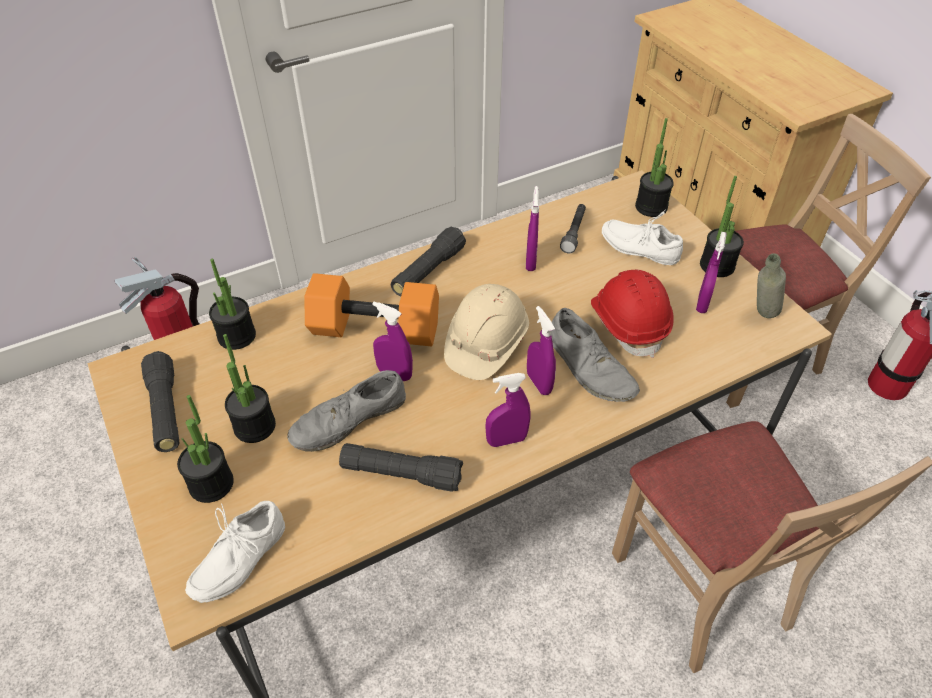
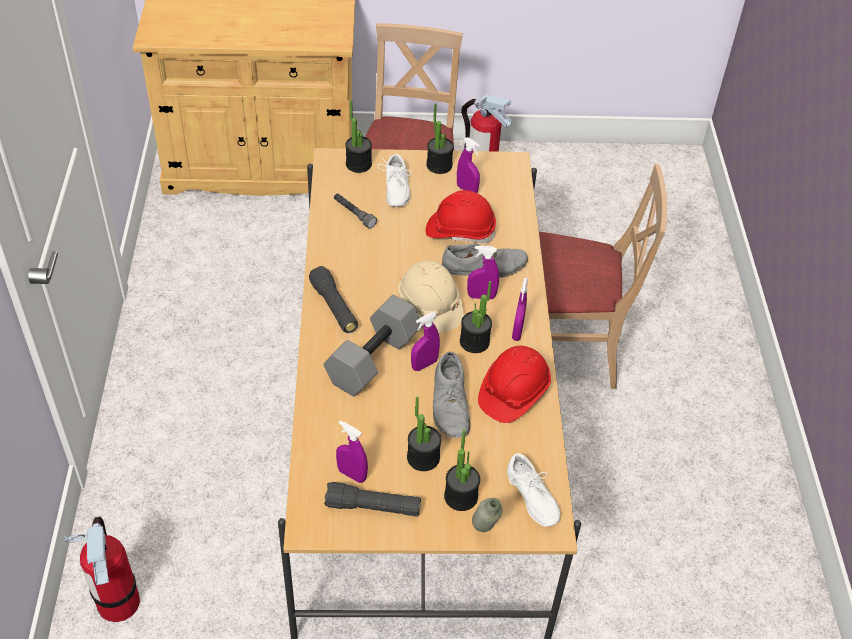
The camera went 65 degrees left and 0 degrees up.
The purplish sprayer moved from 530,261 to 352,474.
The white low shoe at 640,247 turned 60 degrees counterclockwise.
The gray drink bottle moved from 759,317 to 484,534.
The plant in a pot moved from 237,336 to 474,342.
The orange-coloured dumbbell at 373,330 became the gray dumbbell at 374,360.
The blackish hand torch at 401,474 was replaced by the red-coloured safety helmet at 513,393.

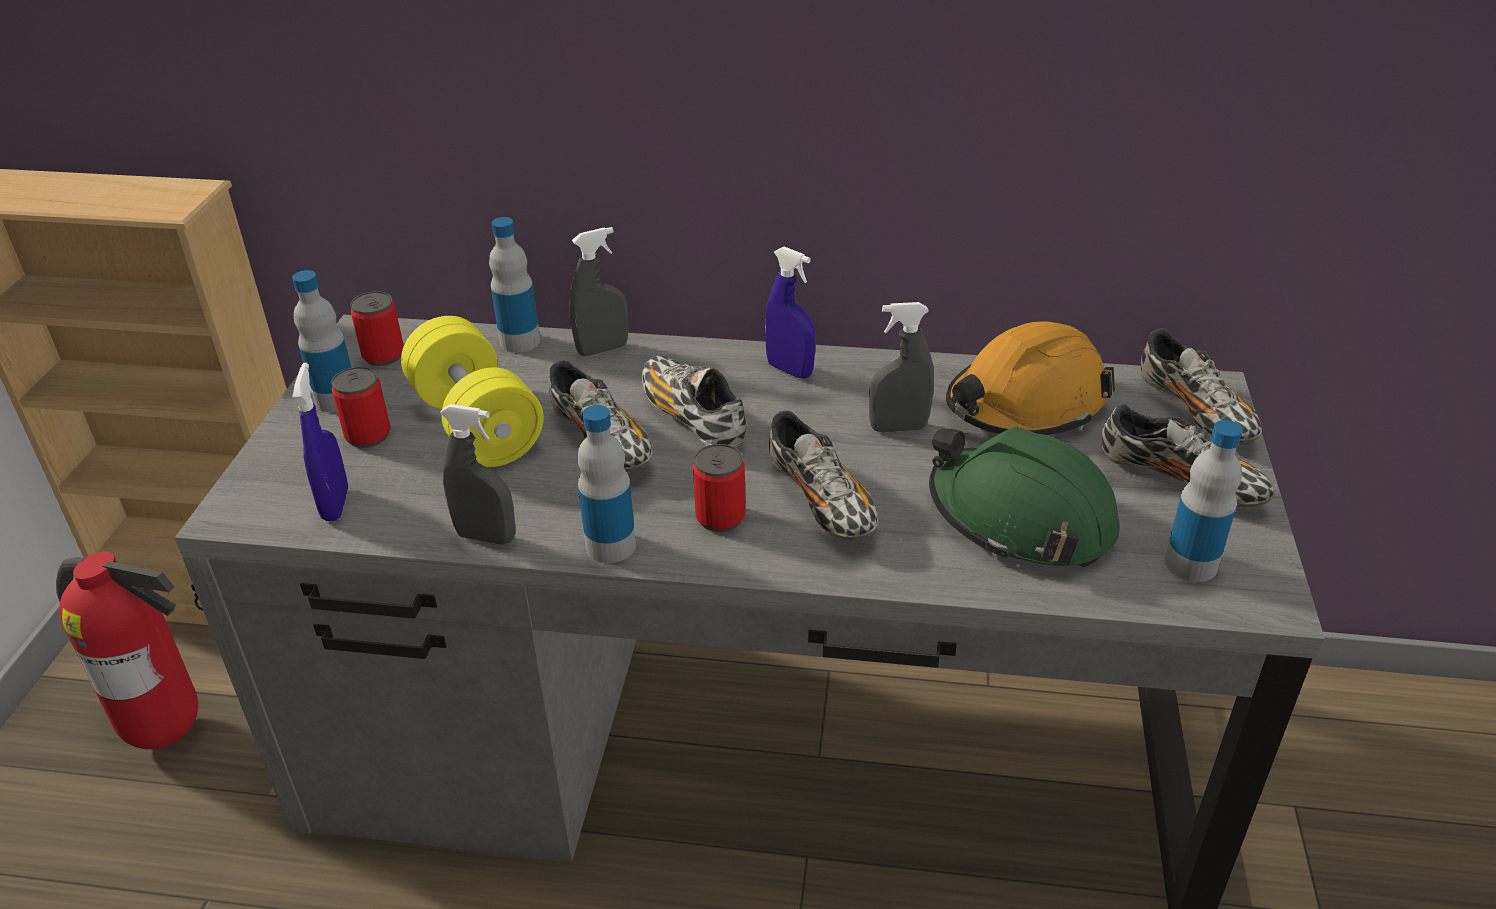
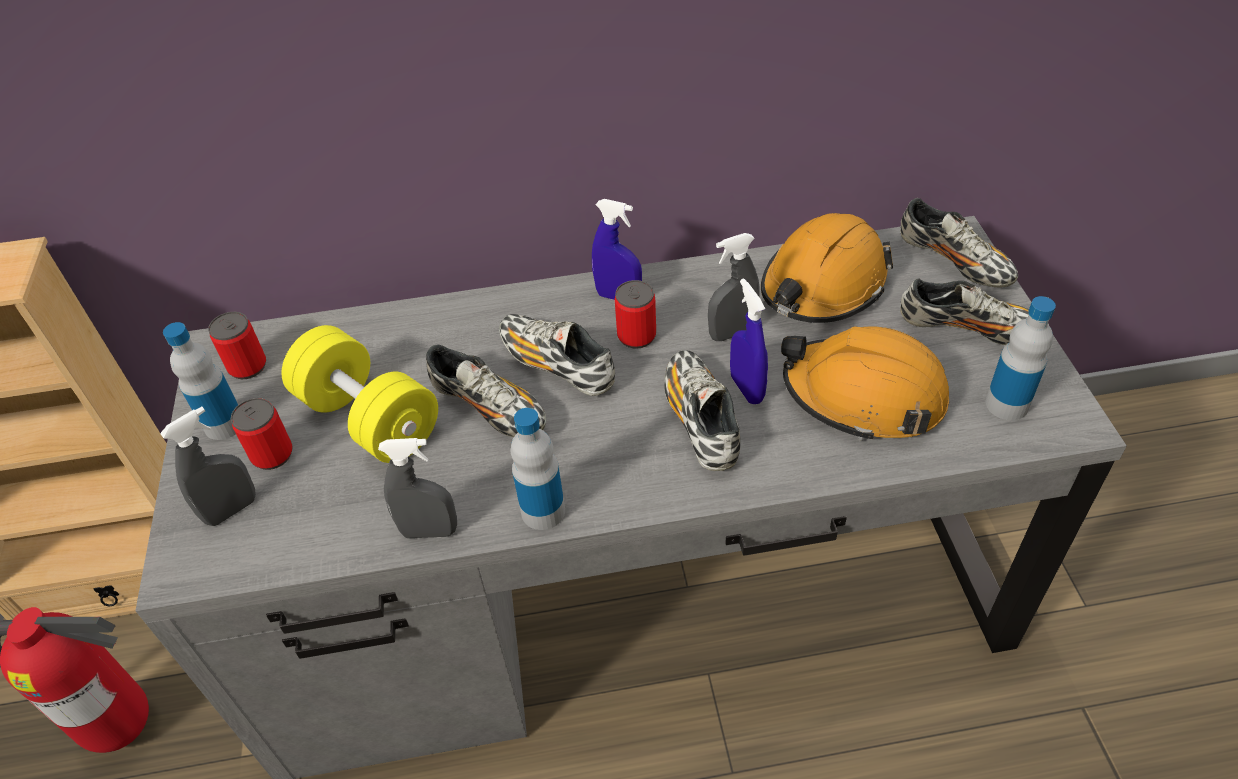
The camera went 15 degrees left and 10 degrees up.
The drink bottle at 520,341 disappeared.
The gray sprayer moved from 602,349 to 231,510.
The blue sprayer moved from 335,504 to 746,389.
The low shoe at 822,501 turned 150 degrees counterclockwise.
The green safety helmet at 1020,518 became the orange-coloured safety helmet at 863,396.
The can moved from 720,517 to 636,336.

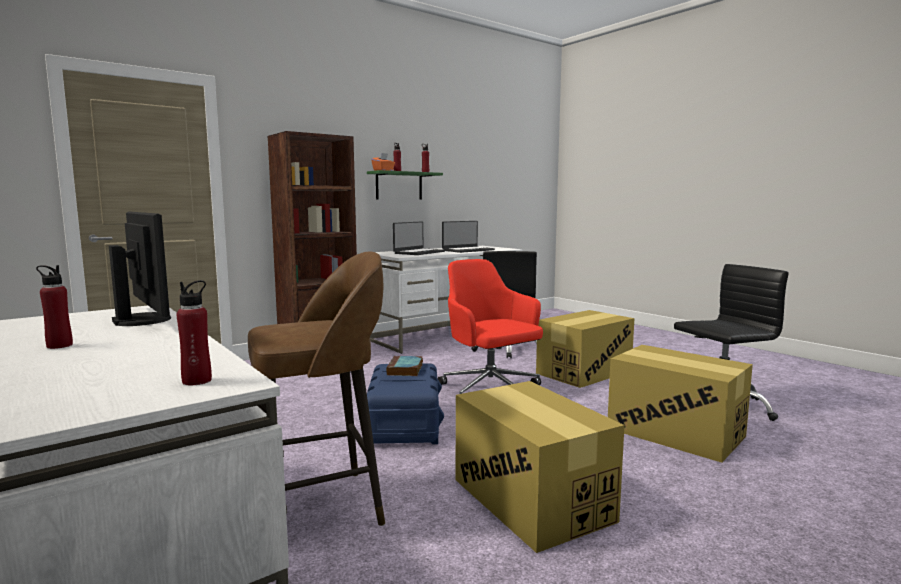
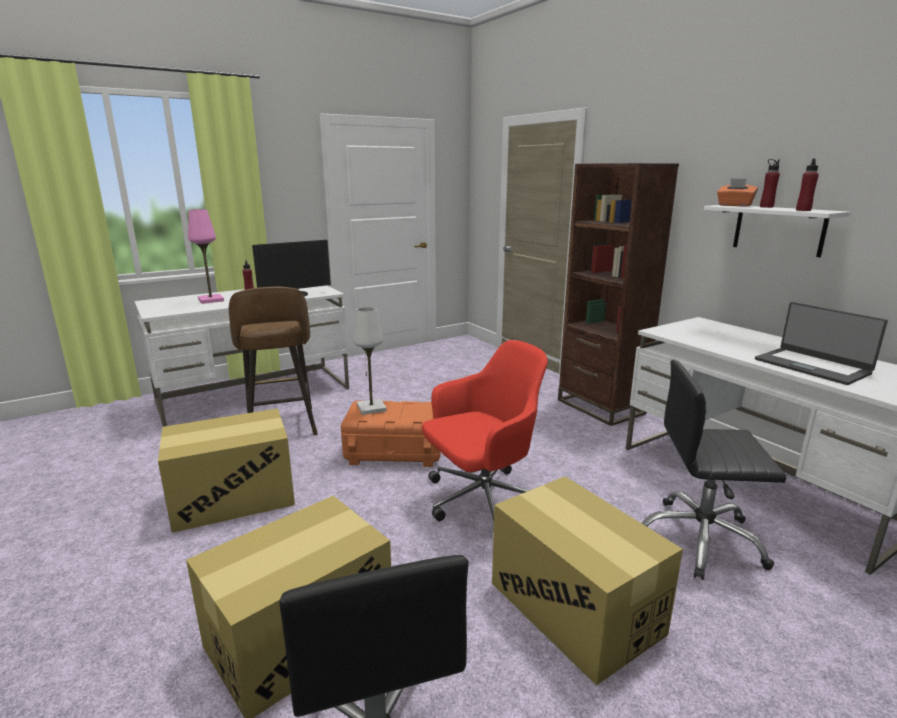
The camera went 95 degrees right and 10 degrees up.
The green shelf at 399,186 became the white shelf at 778,230.
The portable computer at 419,252 disappeared.
The red-coloured drink bottle at 197,381 disappeared.
The bound book at 405,370 disappeared.
The blue storage bin at 405,425 became the orange-coloured storage bin at 394,451.
The pink table lamp at 211,300 appeared.
The white table lamp at 371,408 appeared.

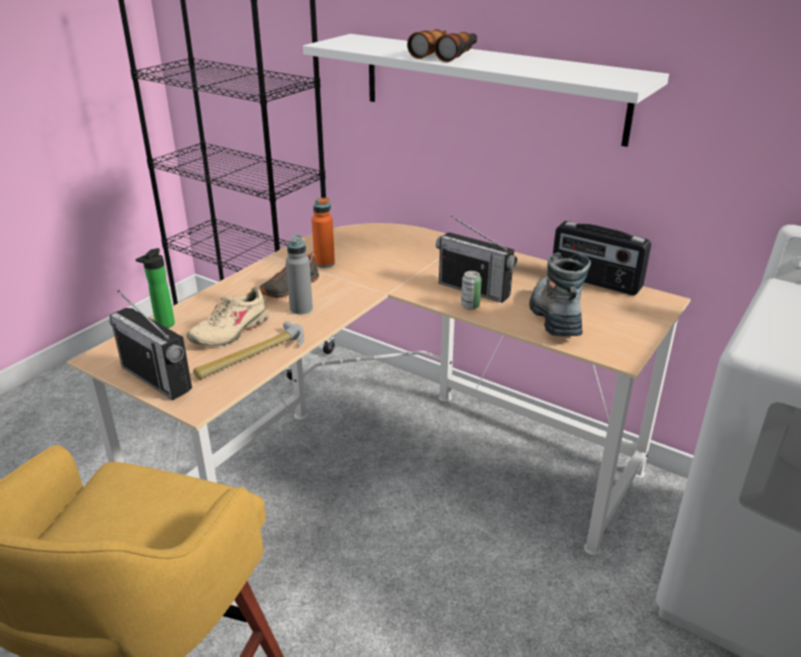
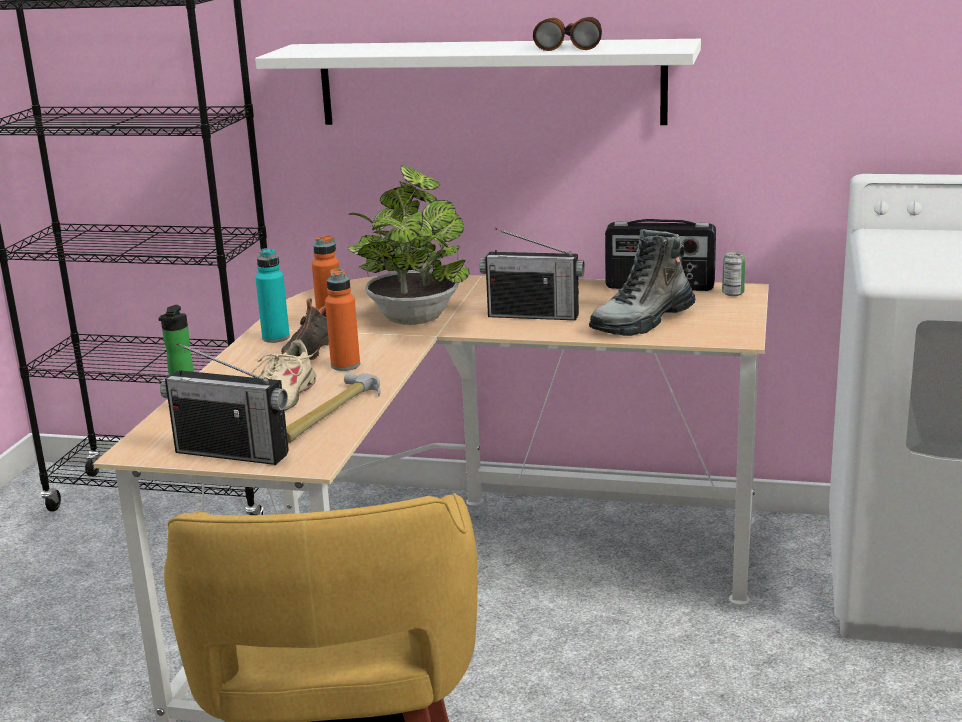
The camera went 20 degrees left and 10 degrees down.
The pair of binoculars moved from 445,55 to 570,45.
The gray drink bottle at 301,308 became the orange-coloured drink bottle at 345,365.
The tall boot at 554,317 turned 105 degrees counterclockwise.
The can moved from 470,306 to 733,293.
The plant in a pot at 414,316 appeared.
The blue-green drink bottle at 276,338 appeared.

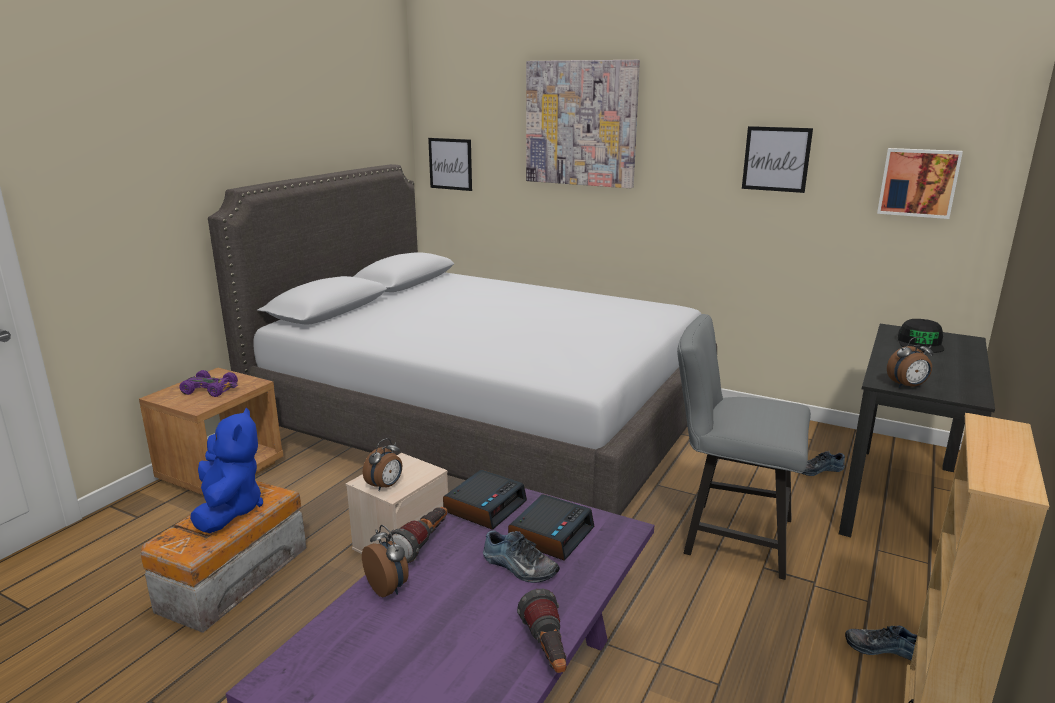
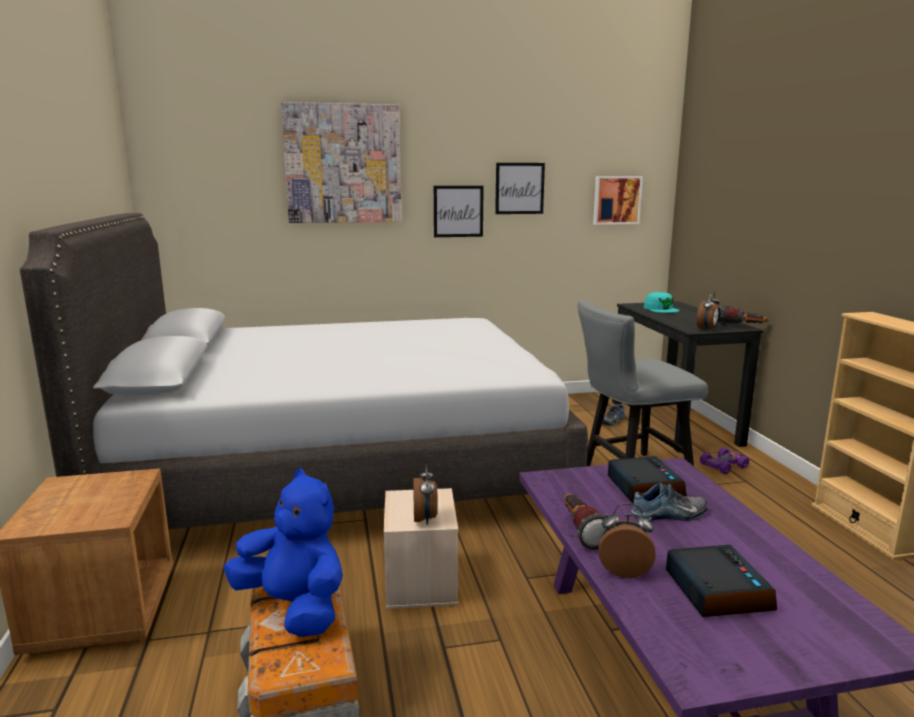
The camera went 40 degrees left and 5 degrees down.
The wall picture moved from 450,164 to 458,211.
The blackish baseball cap at 920,344 became the blue-green baseball cap at 661,309.
The purplish miniature car moved from 211,389 to 724,466.
The bedside clock moved from 485,506 to 716,590.
The hand torch moved from 547,651 to 741,327.
The low shoe at 884,648 disappeared.

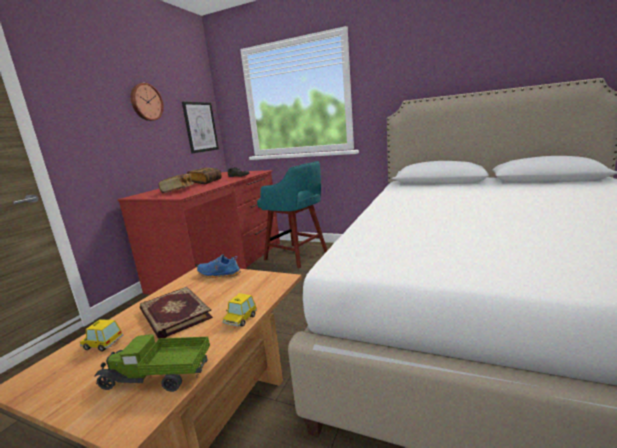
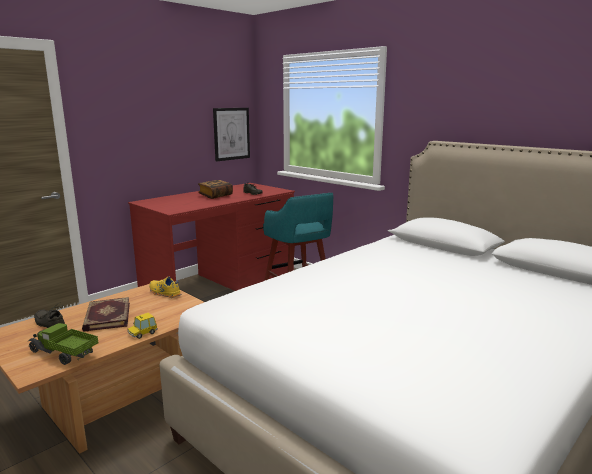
The camera went 20 degrees right and 0 degrees up.
The wall clock at 146,102 disappeared.
The bound book at 178,190 disappeared.
The blue low shoe at 219,274 became the yellow-coloured low shoe at 164,293.
The miniature car at 103,344 was replaced by the gray low shoe at 51,324.

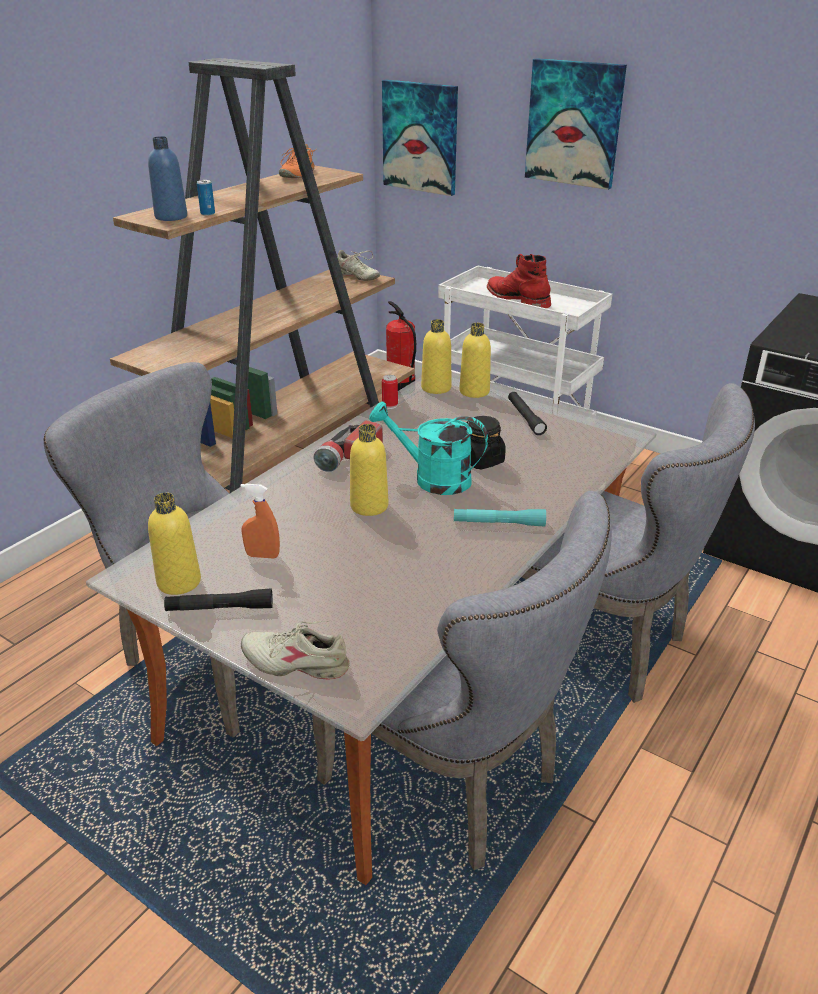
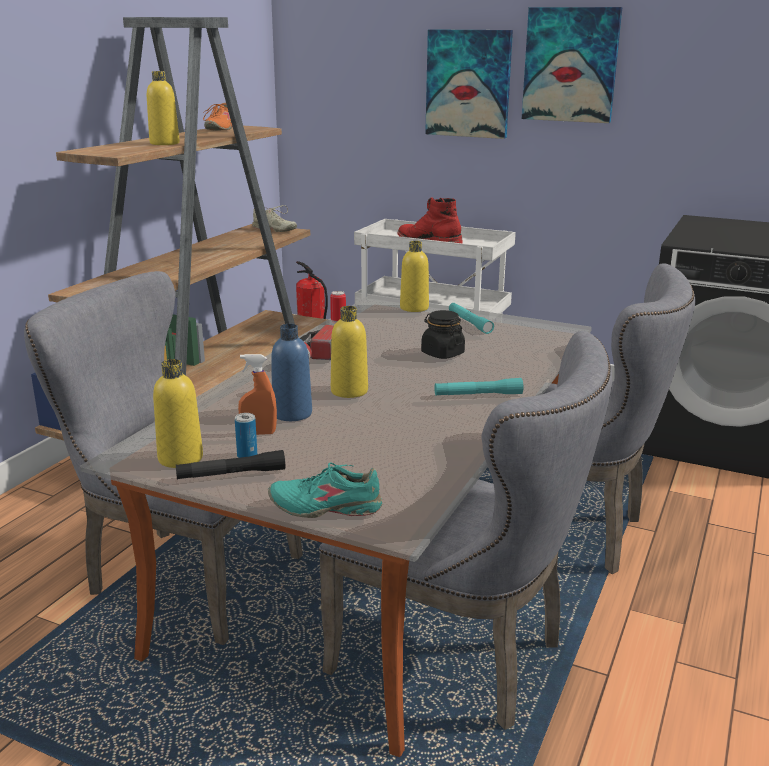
The camera went 10 degrees left and 10 degrees down.
The wall picture moved from 420,137 to 570,65.
The blue drink bottle moved from 171,217 to 292,414.
The can moved from 207,213 to 247,456.
The yellow-coloured drink bottle moved from 436,388 to 164,143.
The blackish hand torch at 525,418 became the blue-green hand torch at 469,323.
The blue-green watering pot at 432,478 disappeared.
The sand-coloured low shoe at 296,662 became the blue-green low shoe at 326,507.

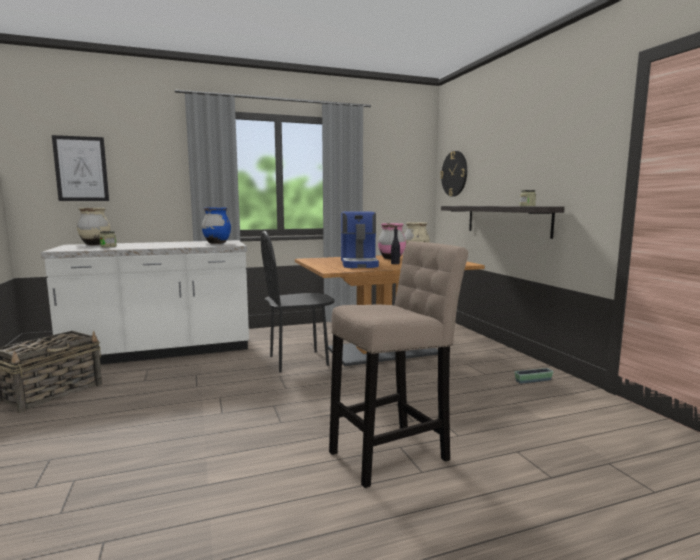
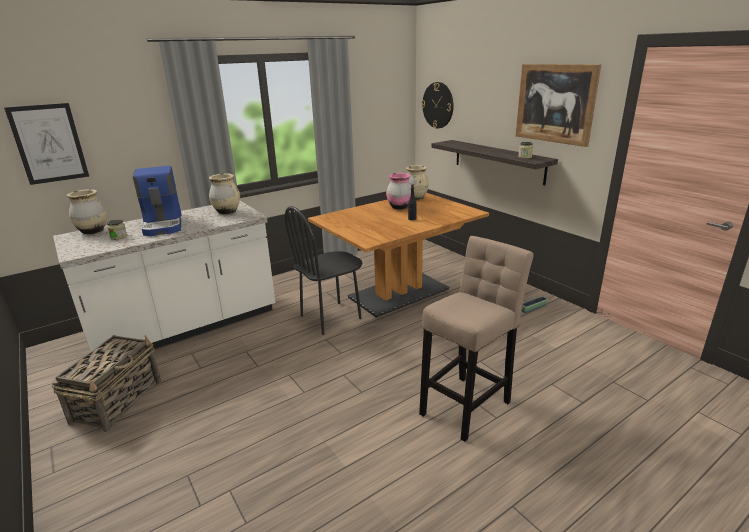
The camera went 15 degrees left and 15 degrees up.
The blue decorative vase at 217,243 became the sand-coloured decorative vase at 227,212.
The coffee machine moved from 359,263 to 164,224.
The wall picture at 555,103 appeared.

